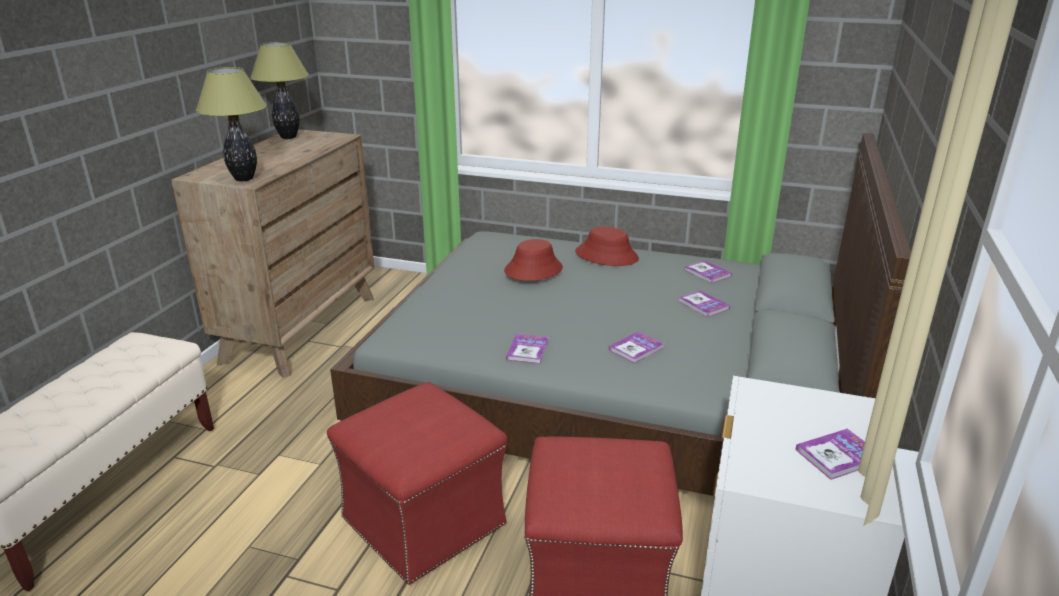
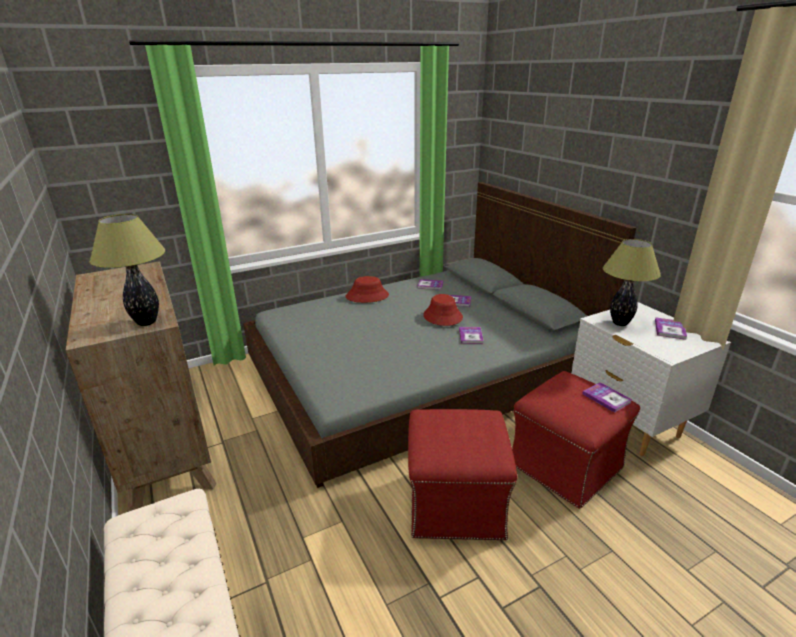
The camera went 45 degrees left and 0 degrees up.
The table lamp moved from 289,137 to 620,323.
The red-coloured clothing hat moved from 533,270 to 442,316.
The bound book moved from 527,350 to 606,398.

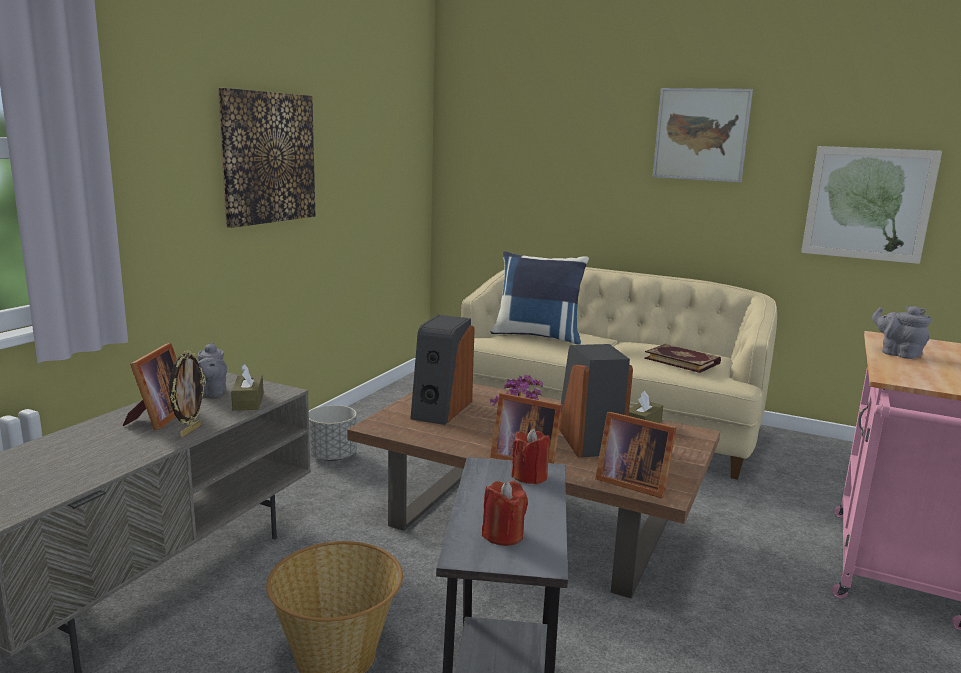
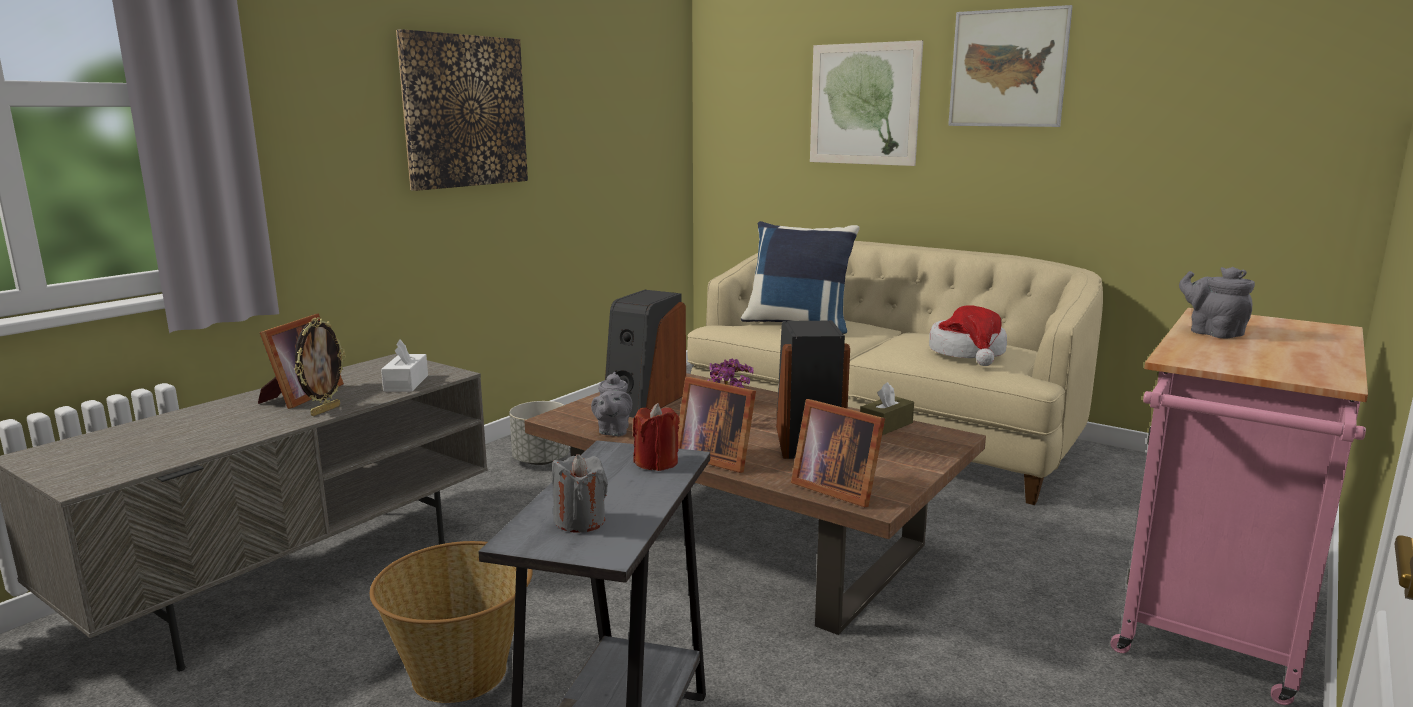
The camera went 10 degrees right and 0 degrees up.
The wall picture moved from 868,204 to 864,104.
The gray pot for tea moved from 211,393 to 613,431.
The bound book at 682,360 was replaced by the clothing hat at 968,353.
The brown tissue box at 248,401 became the white tissue box at 406,383.
The red-coloured wax light at 503,535 became the gray wax light at 580,521.

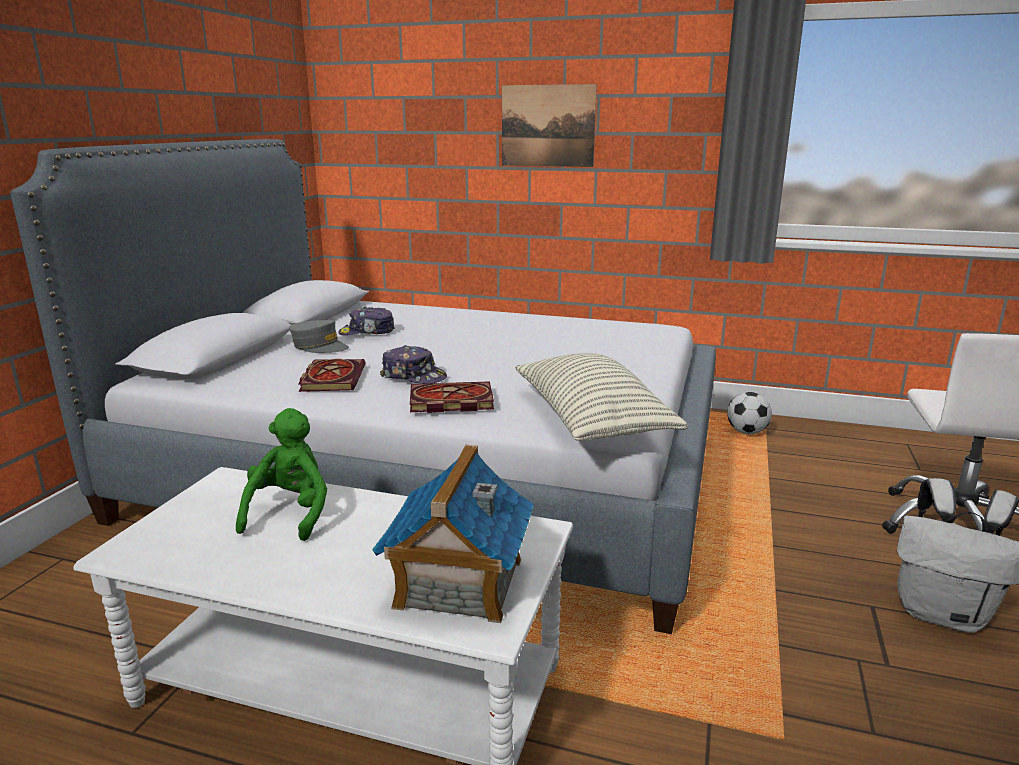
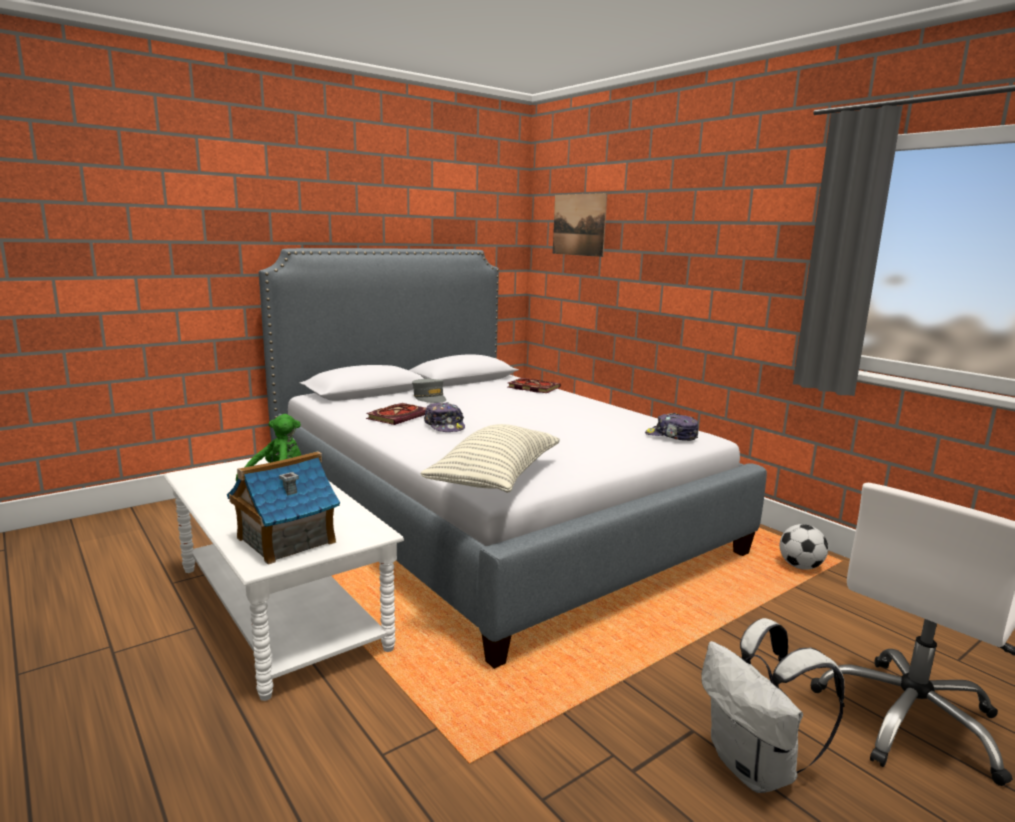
The camera went 35 degrees right and 5 degrees down.
The wall picture moved from 548,126 to 579,224.
The baseball cap moved from 367,332 to 671,436.
The bound book moved from 449,401 to 532,388.

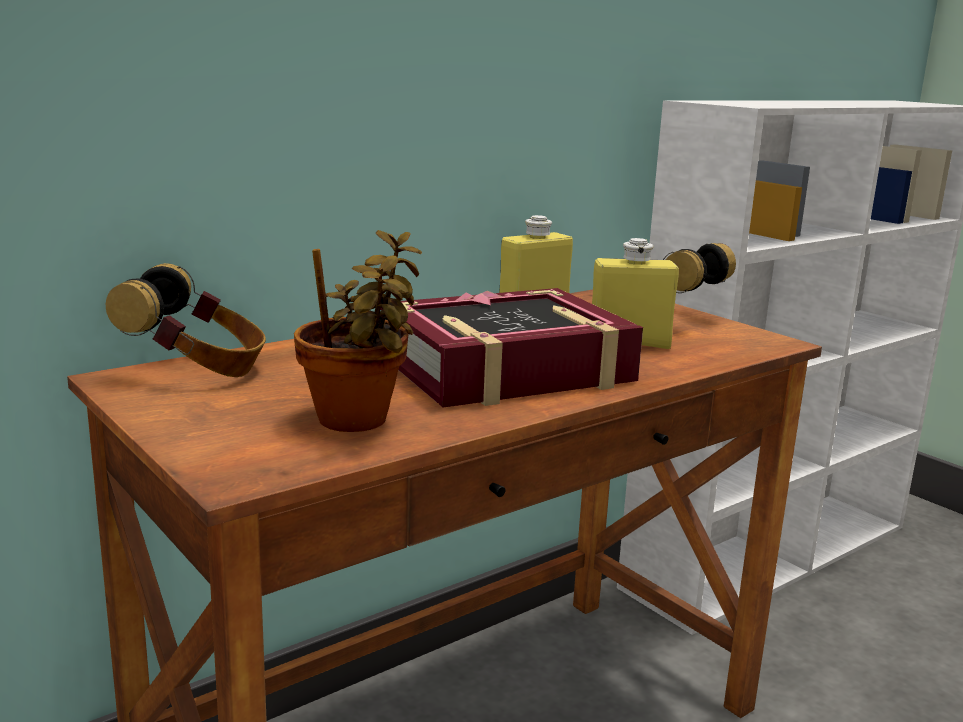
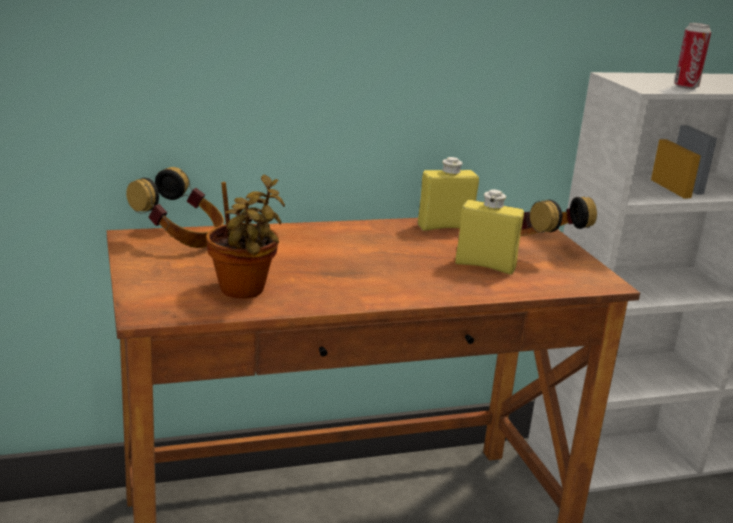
The camera went 20 degrees right and 5 degrees up.
The bound book at 506,369 disappeared.
The can at 686,87 appeared.

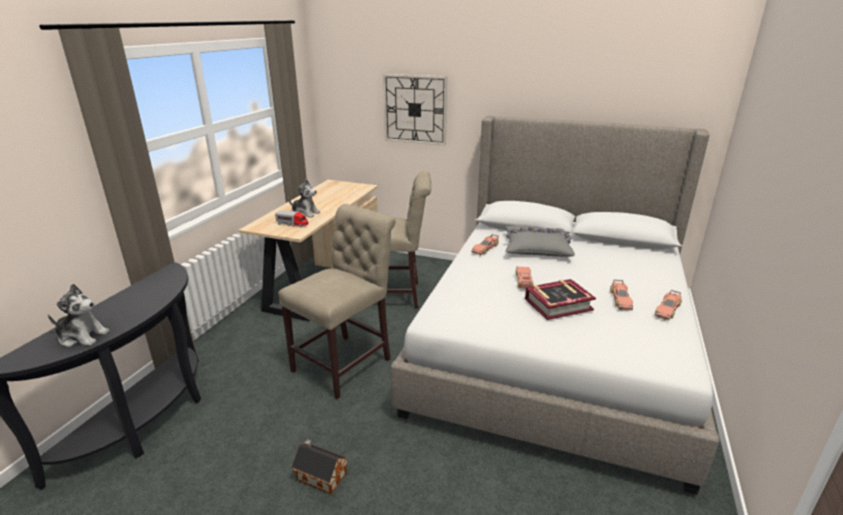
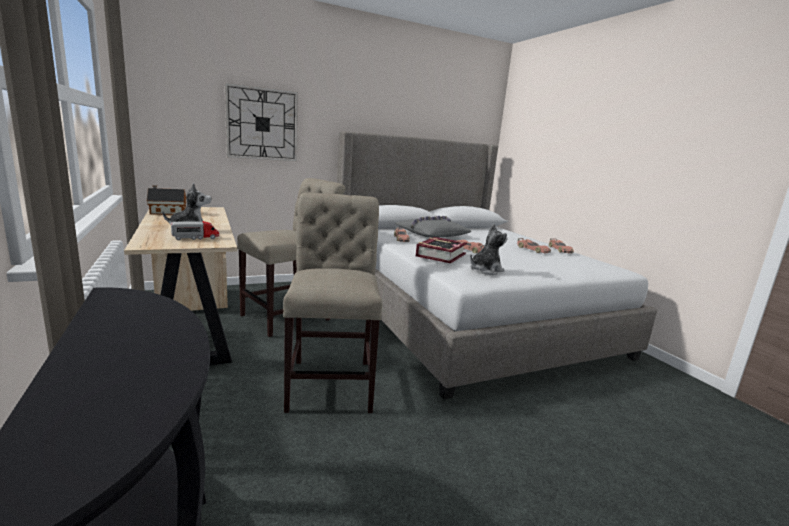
The camera went 45 degrees left and 10 degrees down.
The bound book moved from 558,304 to 440,255.
The plush toy moved from 82,336 to 485,270.
The toy house moved from 320,475 to 166,212.

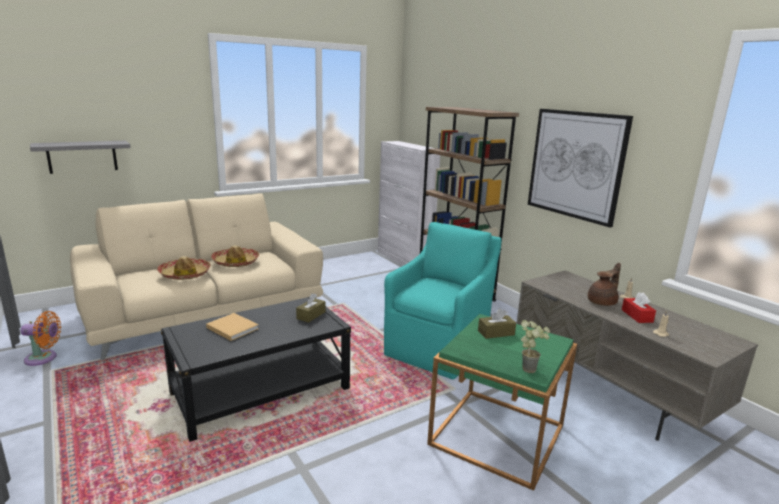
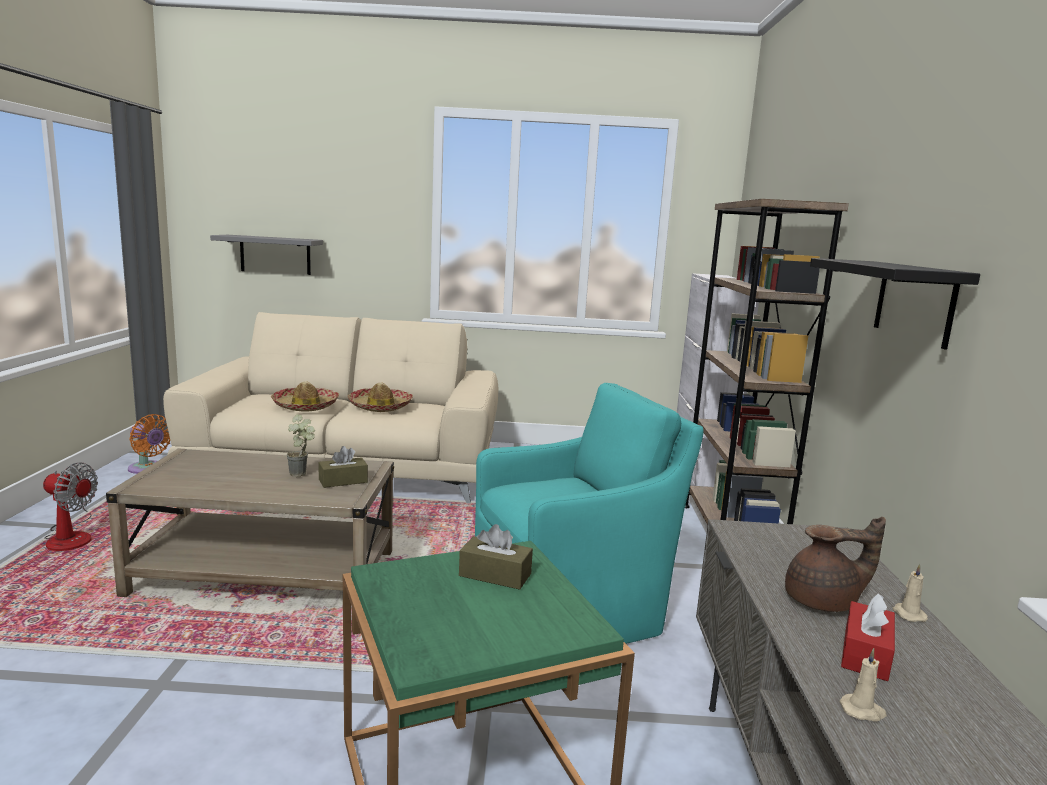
The camera went 35 degrees right and 5 degrees down.
The wall picture at 575,165 was replaced by the blackish shelf at 914,302.
The blackish lounge table at 261,391 became the sand-coloured lounge table at 266,573.
The sand-coloured bound book at 231,328 disappeared.
The plant in a pot moved from 531,368 to 303,474.
The cooling fan at 71,537 appeared.

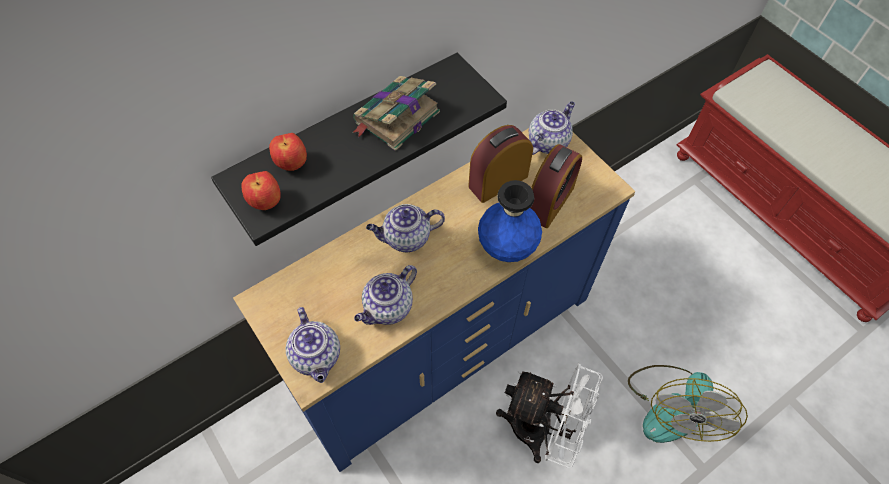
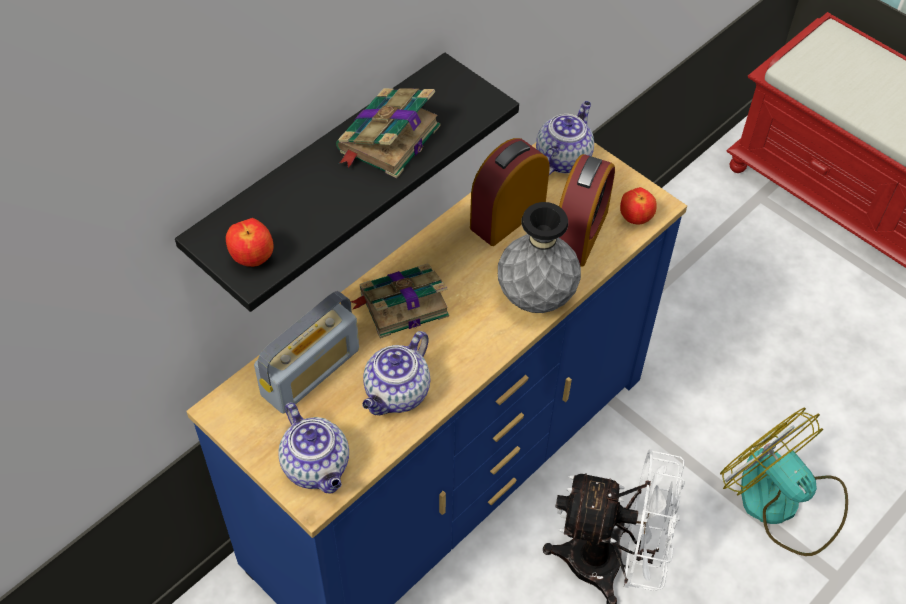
The camera went 10 degrees left and 5 degrees down.
The apple fruit moved from 292,164 to 635,219.
The blue decorative vase at 507,248 became the gray decorative vase at 536,298.
The pot for tea at 406,238 was replaced by the bound book at 401,304.
The cooling fan at 672,406 turned 135 degrees clockwise.
The radio at 310,372 appeared.

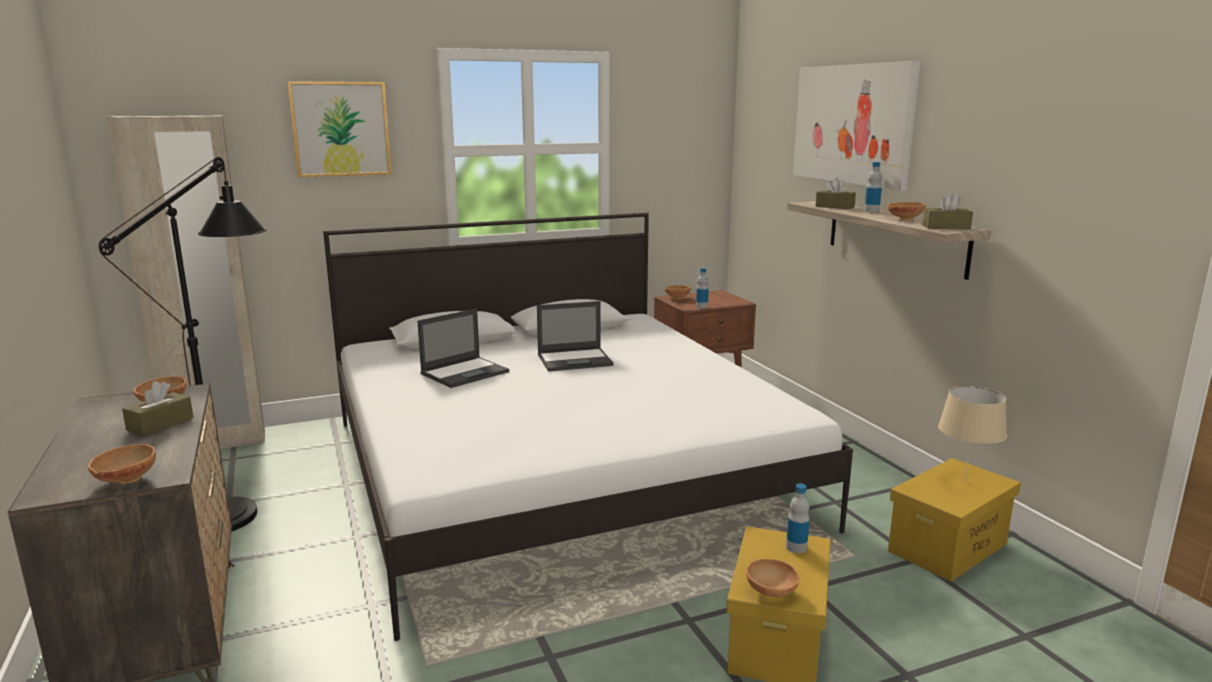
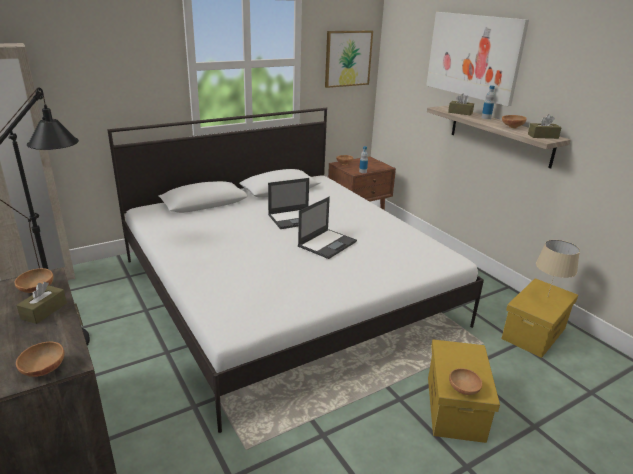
The camera went 10 degrees left and 10 degrees up.
The wall picture moved from 340,129 to 348,58.
The portable computer moved from 465,372 to 327,243.
The drink bottle at 796,547 disappeared.

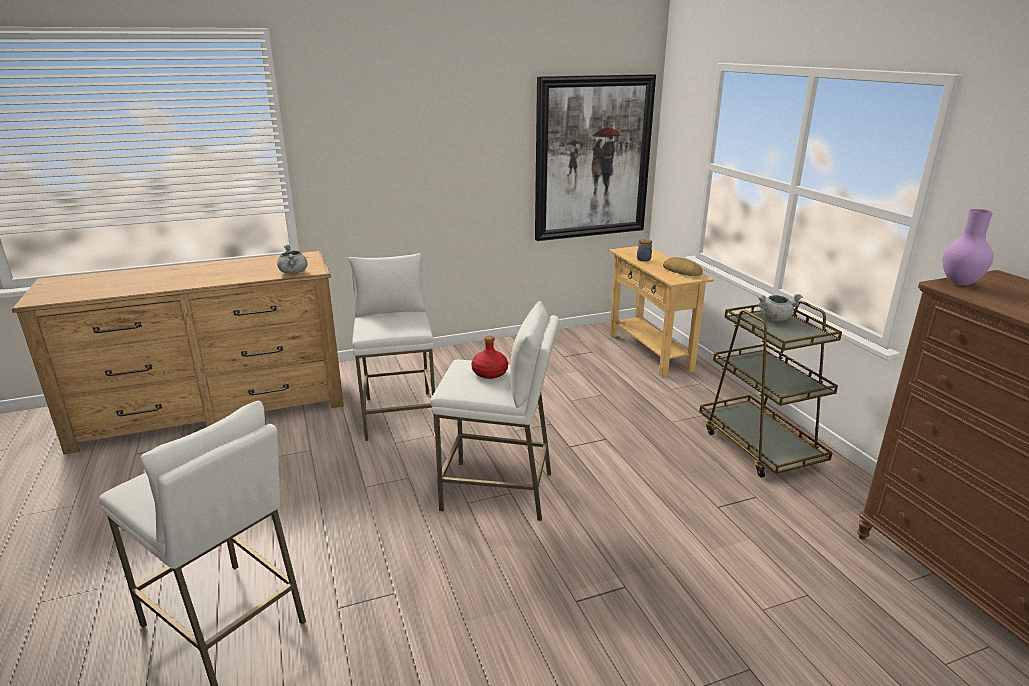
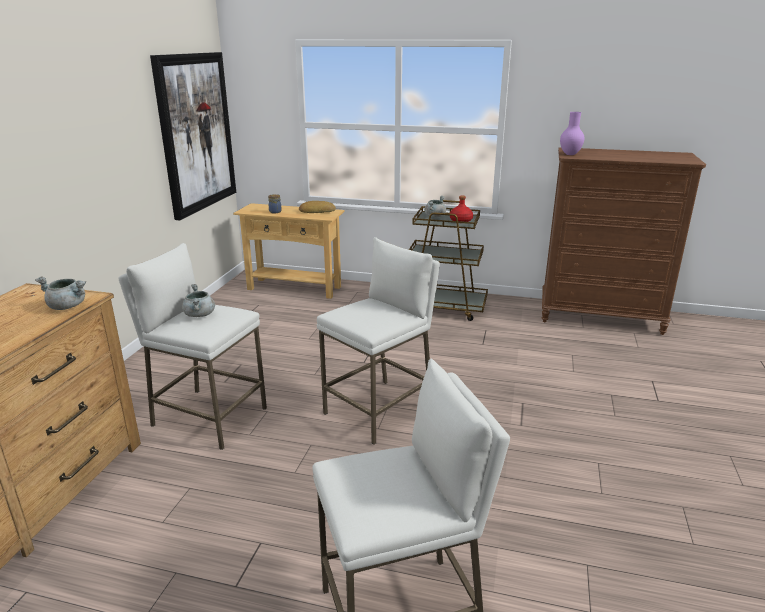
The camera went 55 degrees left and 0 degrees up.
The red-coloured drink bottle moved from 489,373 to 461,221.
The gray saucepot at 200,315 appeared.

